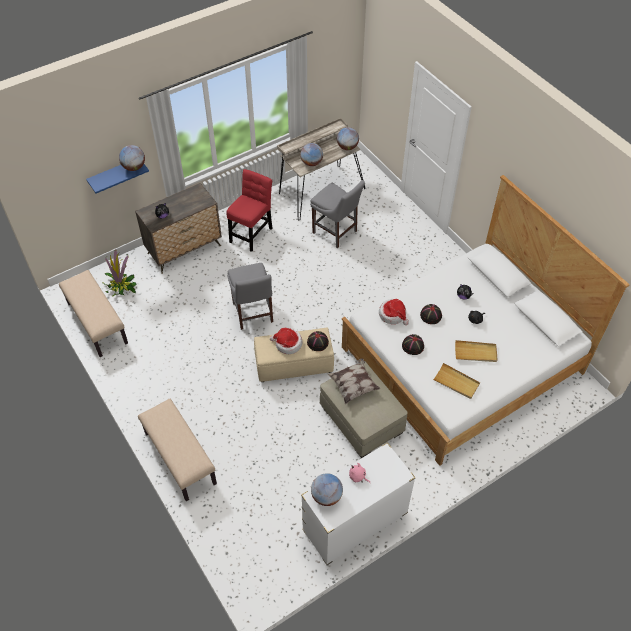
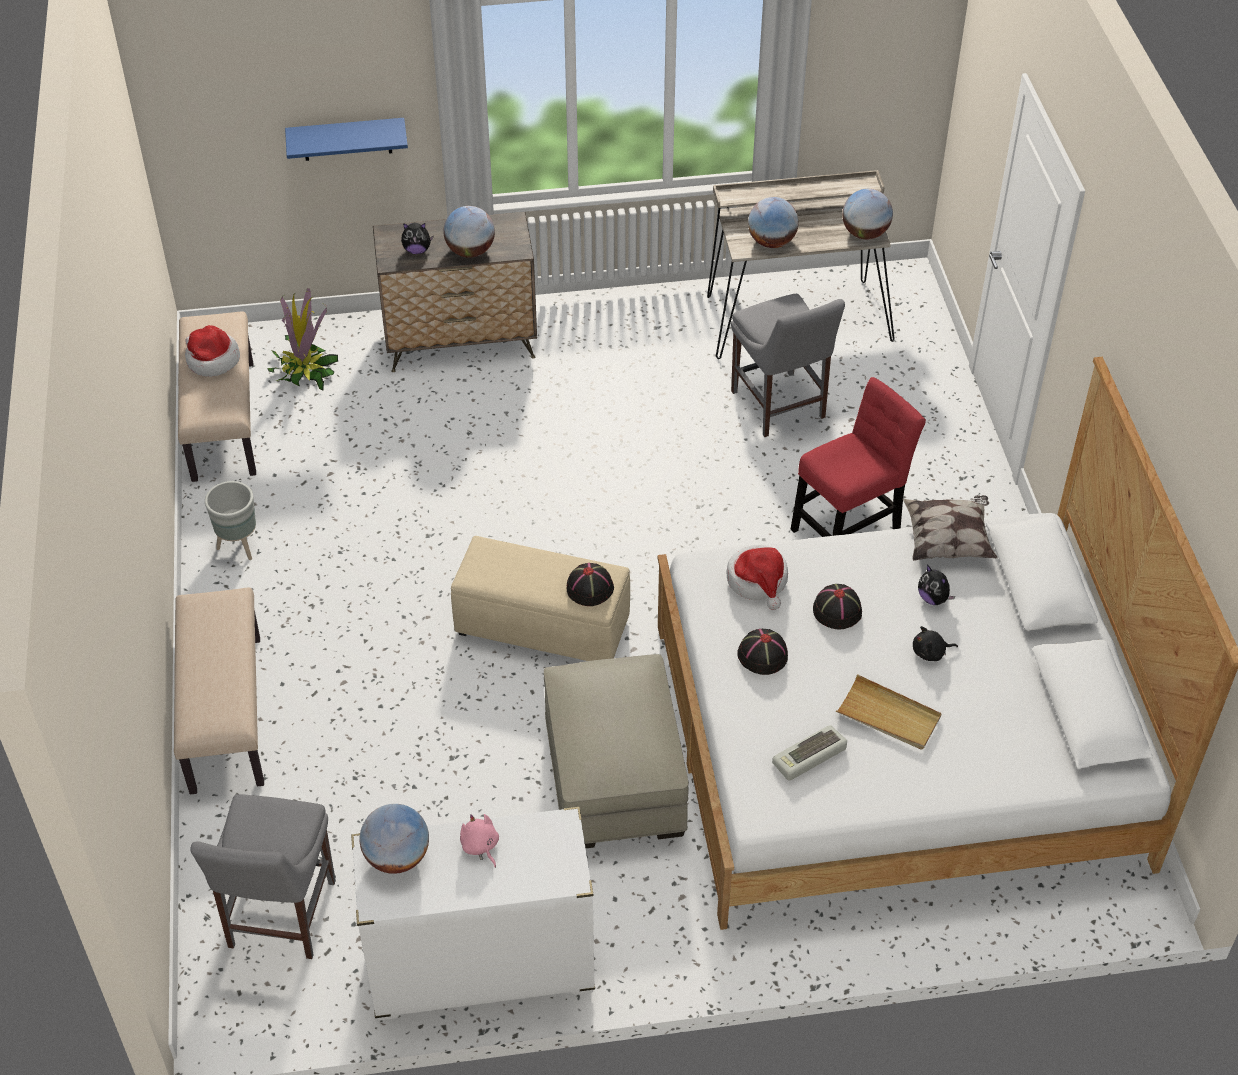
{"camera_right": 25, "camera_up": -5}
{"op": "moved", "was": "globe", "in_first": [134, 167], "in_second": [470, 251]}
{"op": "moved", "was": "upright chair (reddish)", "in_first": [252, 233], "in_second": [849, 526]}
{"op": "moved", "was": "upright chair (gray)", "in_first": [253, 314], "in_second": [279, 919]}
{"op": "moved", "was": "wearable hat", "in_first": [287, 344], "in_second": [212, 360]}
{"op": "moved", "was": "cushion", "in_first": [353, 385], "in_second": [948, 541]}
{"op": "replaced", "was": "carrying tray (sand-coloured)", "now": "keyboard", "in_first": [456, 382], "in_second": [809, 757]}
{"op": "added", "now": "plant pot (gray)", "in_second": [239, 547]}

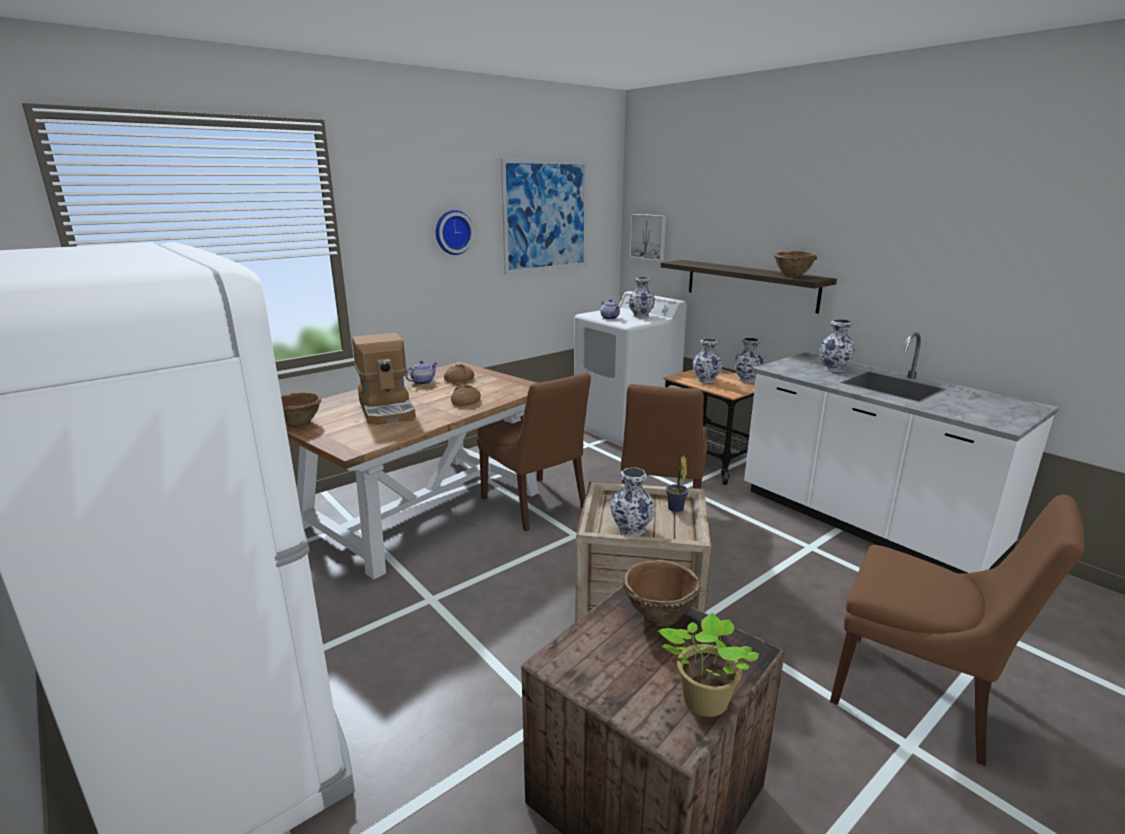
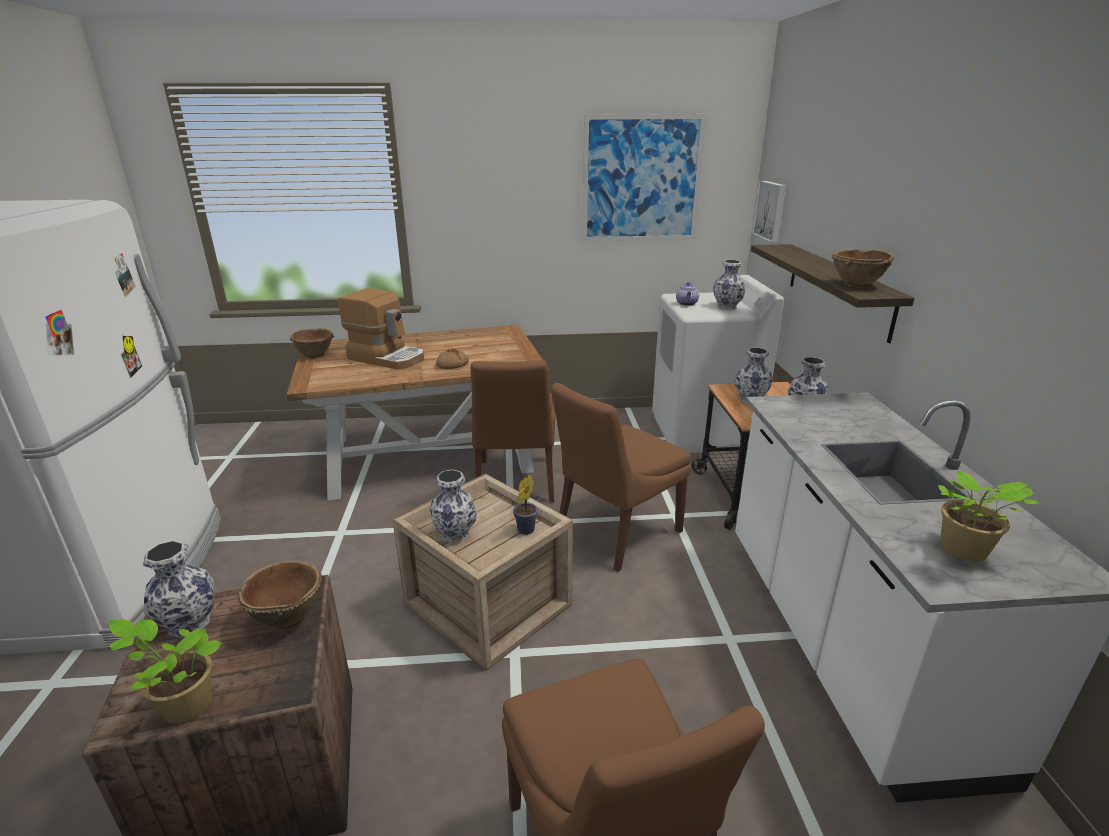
{"camera_right": 35, "camera_up": 5}
{"op": "turned", "was": "coffee machine", "in_first": [388, 409], "in_second": [387, 357], "clockwise": -75}
{"op": "removed", "was": "tea pot", "in_first": [423, 382]}
{"op": "removed", "was": "wall clock", "in_first": [452, 232]}
{"op": "removed", "was": "bread", "in_first": [459, 379]}
{"op": "moved", "was": "decorative vase", "in_first": [834, 369], "in_second": [189, 624]}
{"op": "added", "now": "potted plant", "in_second": [963, 551]}

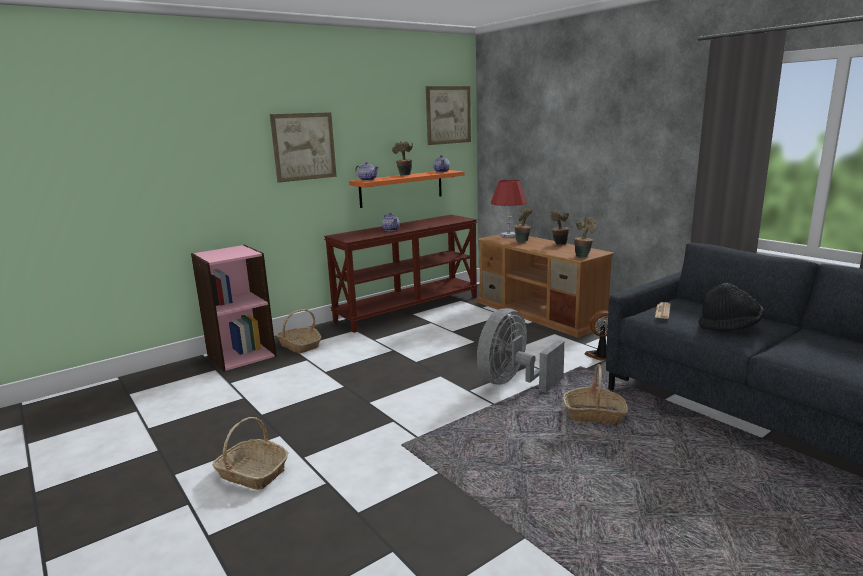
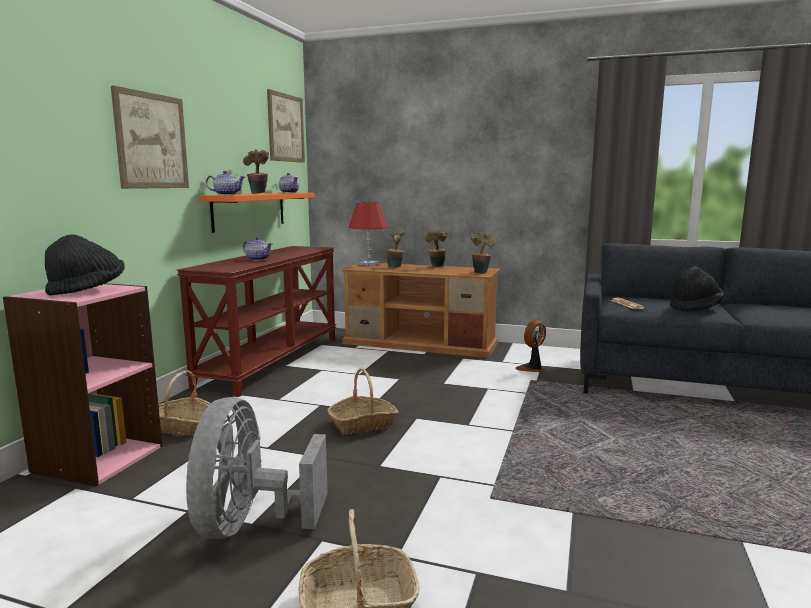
{"camera_right": -35, "camera_up": -5}
{"op": "moved", "was": "cooling fan (gray)", "in_first": [513, 382], "in_second": [250, 524]}
{"op": "moved", "was": "household basket", "in_first": [594, 414], "in_second": [363, 424]}
{"op": "added", "now": "wearable hat (black)", "in_second": [88, 291]}

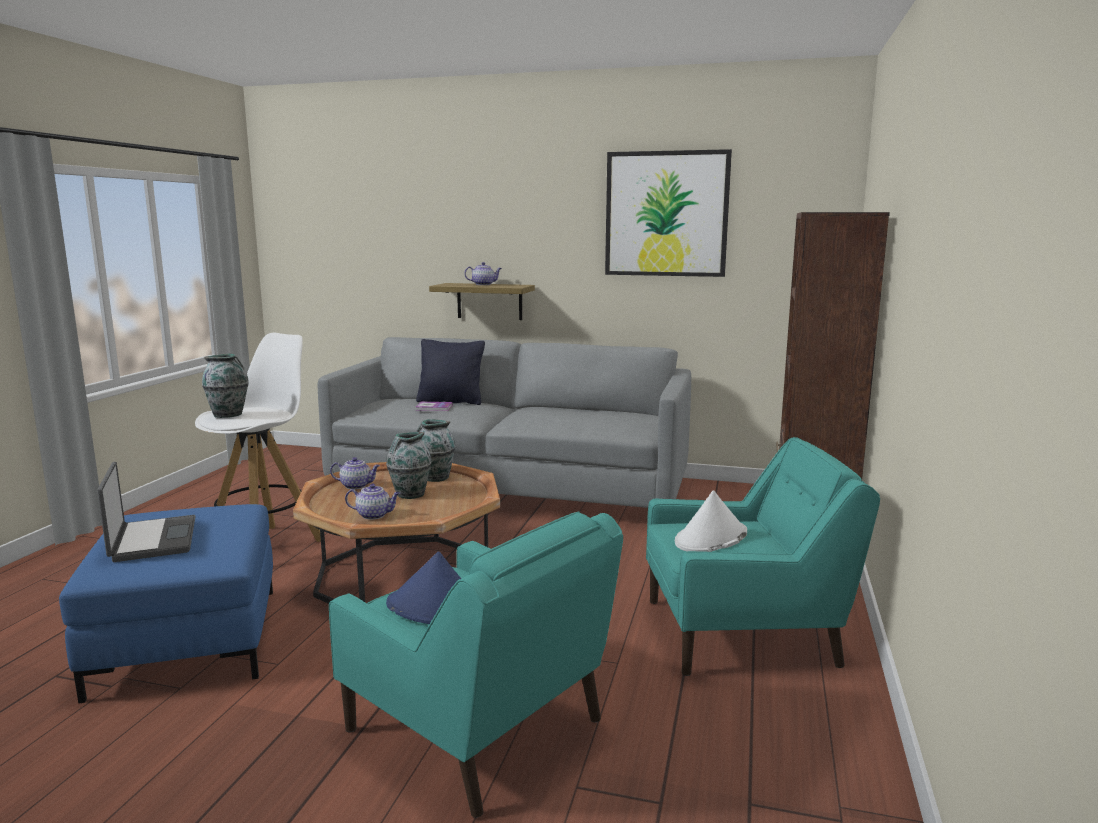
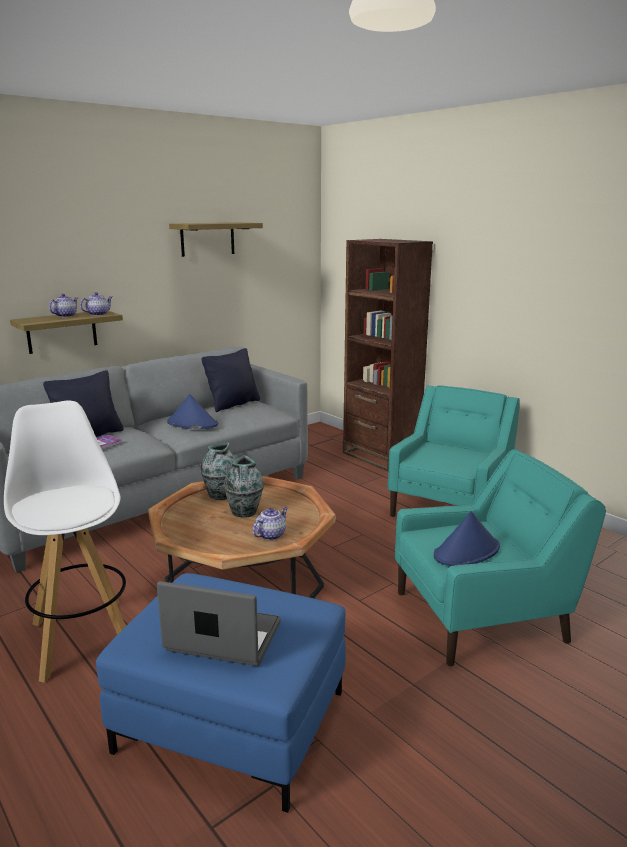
{"camera_right": -55, "camera_up": 5}
{"op": "removed", "was": "decorative vase", "in_first": [229, 415]}
{"op": "moved", "was": "tea pot", "in_first": [356, 486], "in_second": [98, 314]}
{"op": "replaced", "was": "wall picture", "now": "bracket shelf", "in_first": [666, 214], "in_second": [207, 239]}
{"op": "removed", "was": "wearable hat (white-coloured)", "in_first": [711, 538]}
{"op": "added", "now": "wearable hat (blue)", "in_second": [192, 423]}
{"op": "added", "now": "cushion (black)", "in_second": [233, 404]}

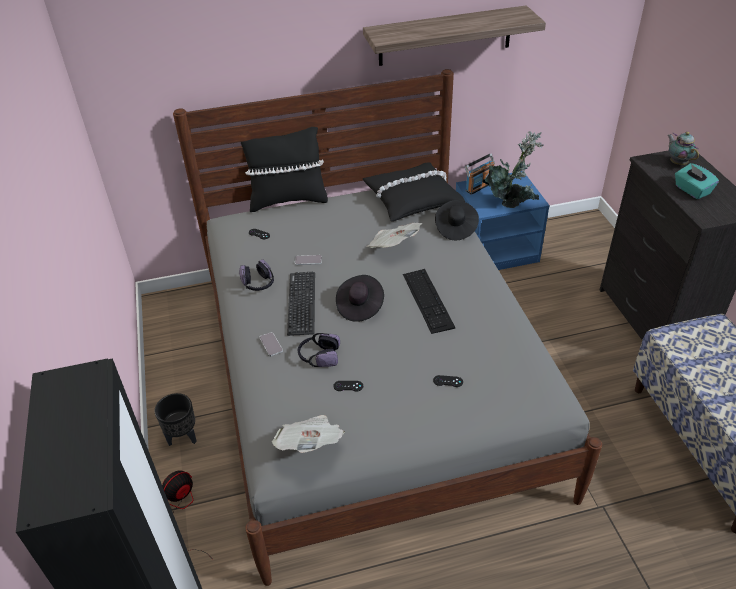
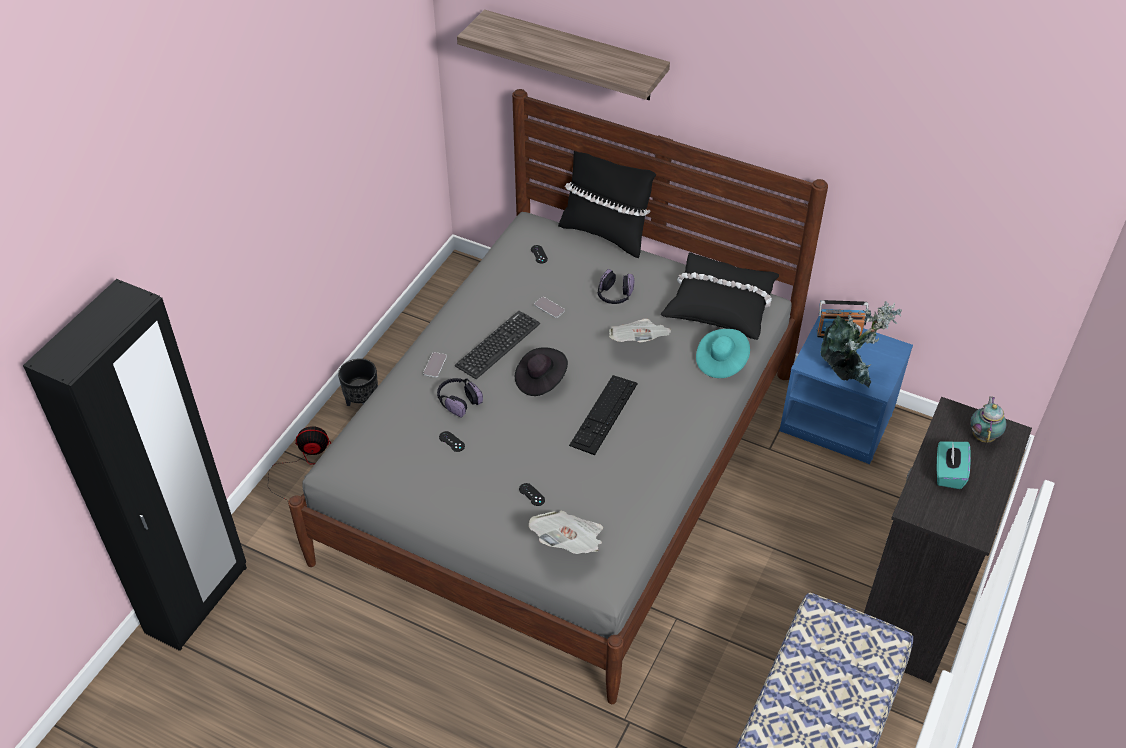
{"camera_right": 40, "camera_up": 5}
{"op": "moved", "was": "headset", "in_first": [258, 284], "in_second": [614, 295]}
{"op": "moved", "was": "daily paper", "in_first": [311, 445], "in_second": [569, 543]}
{"op": "moved", "was": "bracket shelf", "in_first": [445, 36], "in_second": [574, 56]}
{"op": "recoloured", "was": "wearable hat (black)", "now": "wearable hat (turquoise)", "in_first": [455, 228], "in_second": [721, 362]}

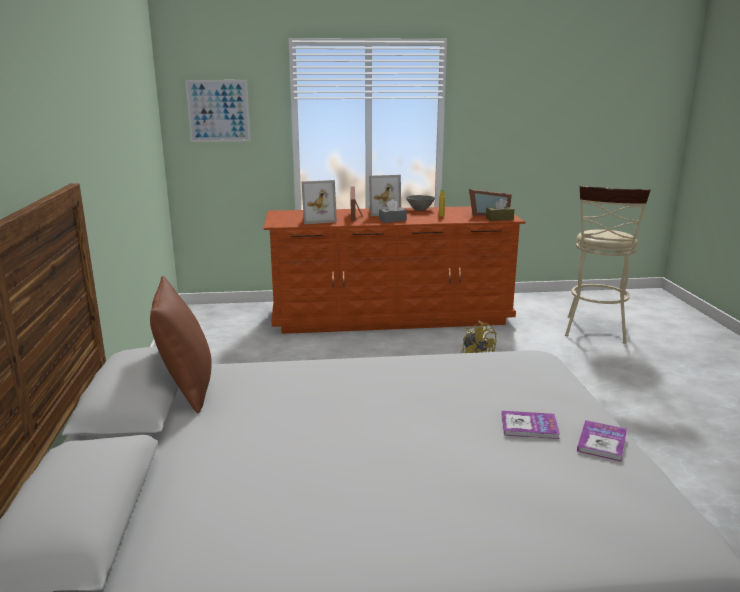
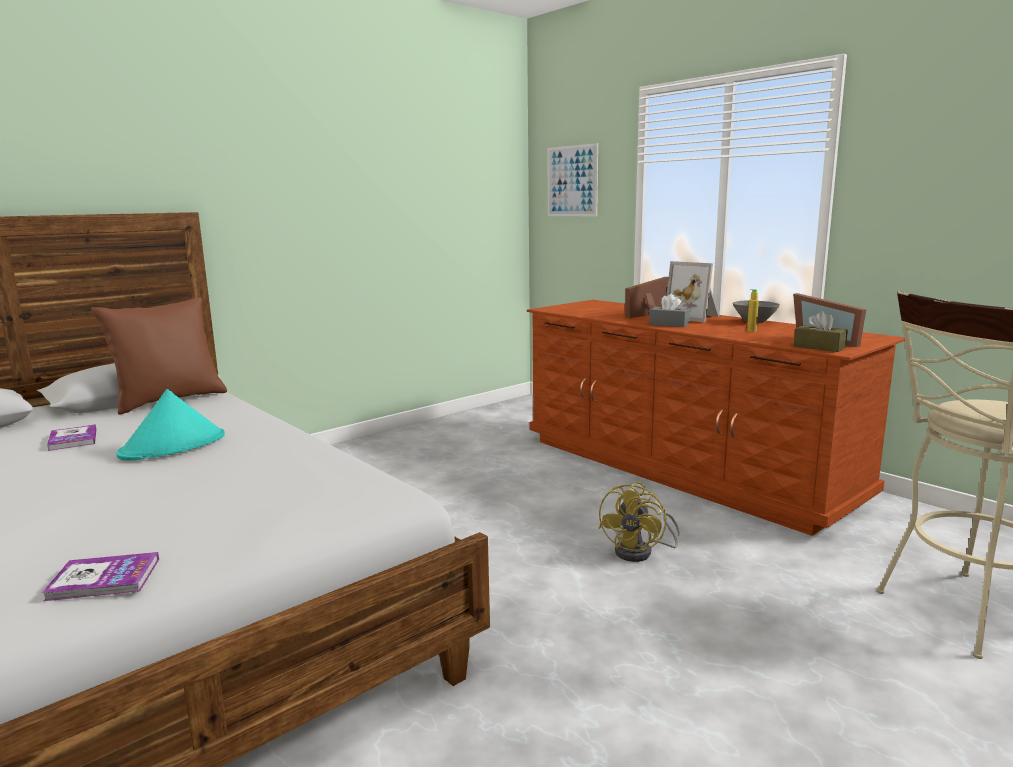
{"camera_right": 55, "camera_up": -5}
{"op": "removed", "was": "standing frame", "in_first": [317, 219]}
{"op": "moved", "was": "volume", "in_first": [529, 426], "in_second": [73, 439]}
{"op": "added", "now": "wearable hat (turquoise)", "in_second": [173, 446]}

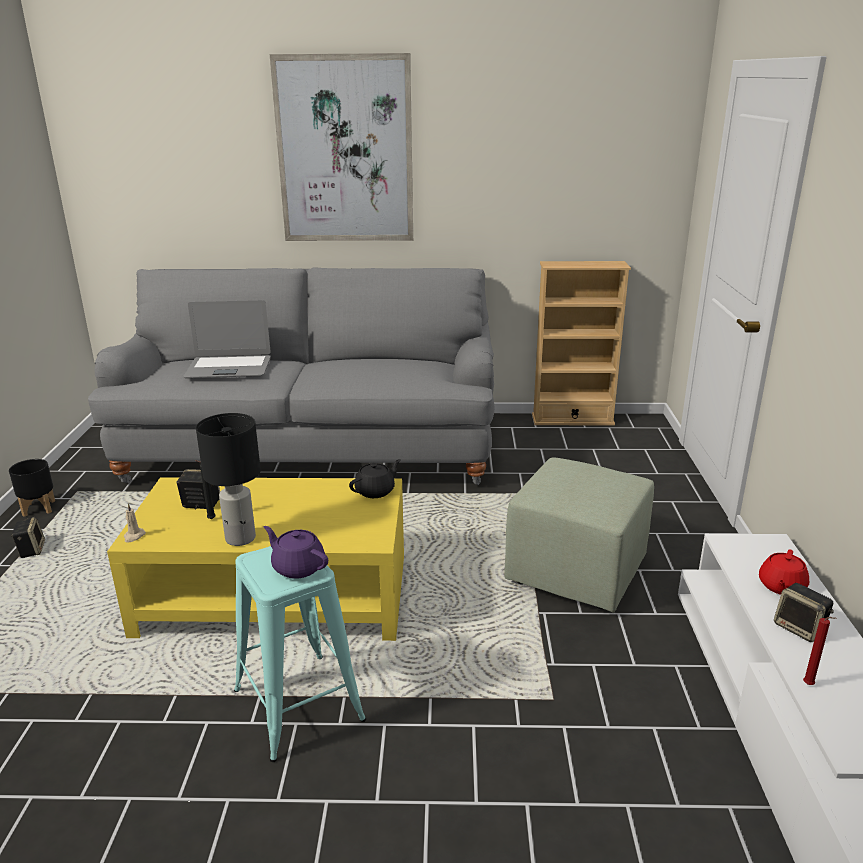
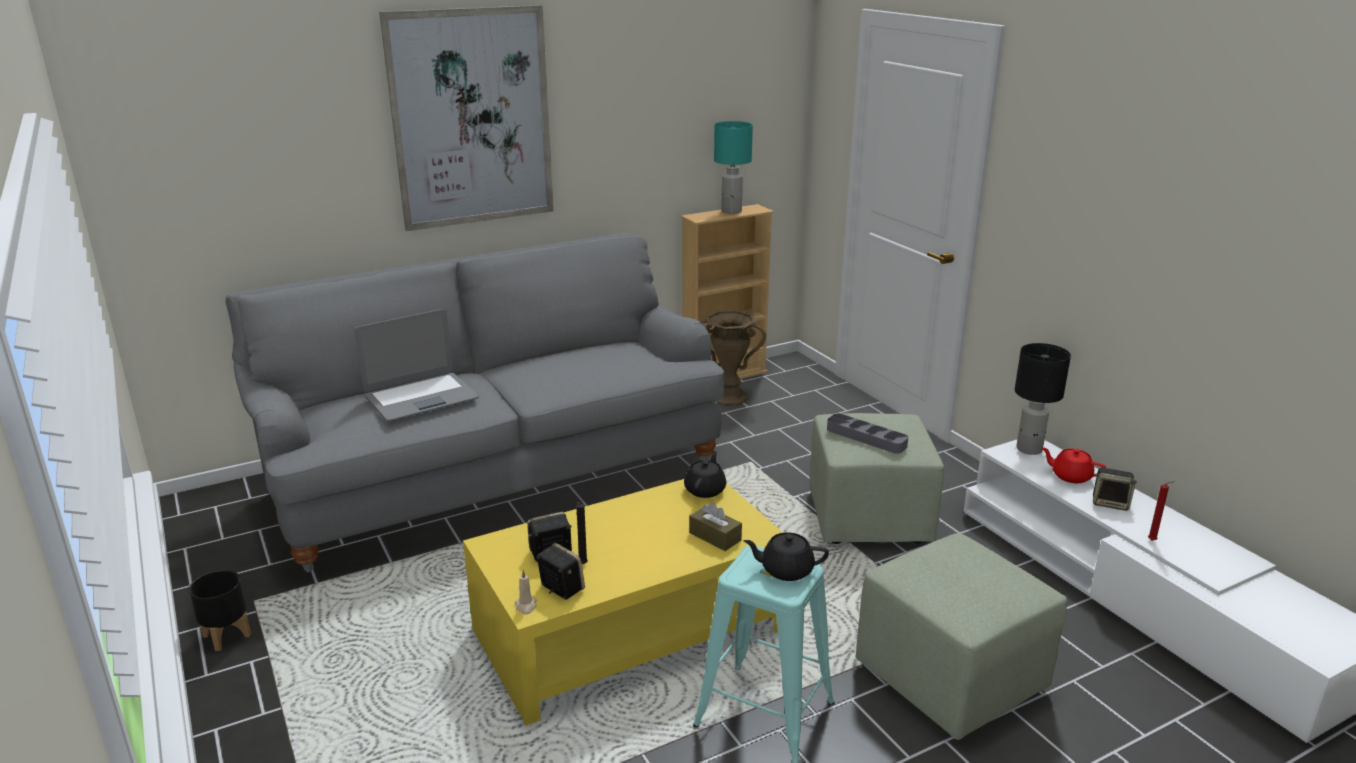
{"camera_right": -30, "camera_up": 0}
{"op": "moved", "was": "loudspeaker", "in_first": [31, 550], "in_second": [560, 588]}
{"op": "moved", "was": "lamp for a table (black)", "in_first": [241, 538], "in_second": [1029, 449]}
{"op": "recoloured", "was": "tea pot (purplish)", "now": "tea pot (black)", "in_first": [298, 567], "in_second": [786, 570]}
{"op": "turned", "was": "tea pot (reddish)", "in_first": [781, 586], "in_second": [1070, 476], "clockwise": 120}
{"op": "added", "now": "tissue holder (brown)", "in_second": [715, 536]}
{"op": "added", "now": "decorative vase (brown)", "in_second": [729, 397]}
{"op": "added", "now": "lamp for a table (turquoise)", "in_second": [732, 211]}
{"op": "added", "now": "carrying tray (gray)", "in_second": [866, 437]}
{"op": "added", "now": "ottoman (green-coloured)", "in_second": [948, 677]}

